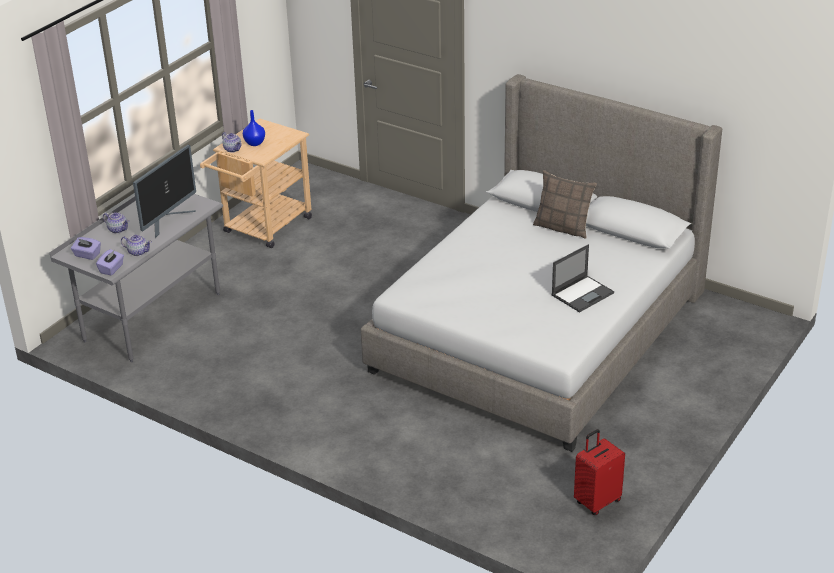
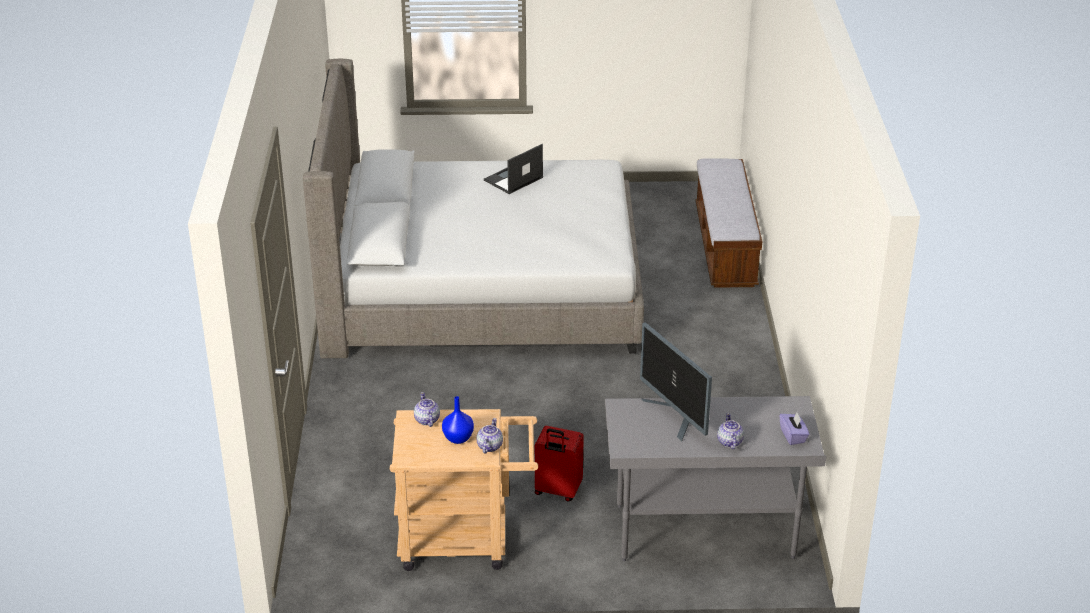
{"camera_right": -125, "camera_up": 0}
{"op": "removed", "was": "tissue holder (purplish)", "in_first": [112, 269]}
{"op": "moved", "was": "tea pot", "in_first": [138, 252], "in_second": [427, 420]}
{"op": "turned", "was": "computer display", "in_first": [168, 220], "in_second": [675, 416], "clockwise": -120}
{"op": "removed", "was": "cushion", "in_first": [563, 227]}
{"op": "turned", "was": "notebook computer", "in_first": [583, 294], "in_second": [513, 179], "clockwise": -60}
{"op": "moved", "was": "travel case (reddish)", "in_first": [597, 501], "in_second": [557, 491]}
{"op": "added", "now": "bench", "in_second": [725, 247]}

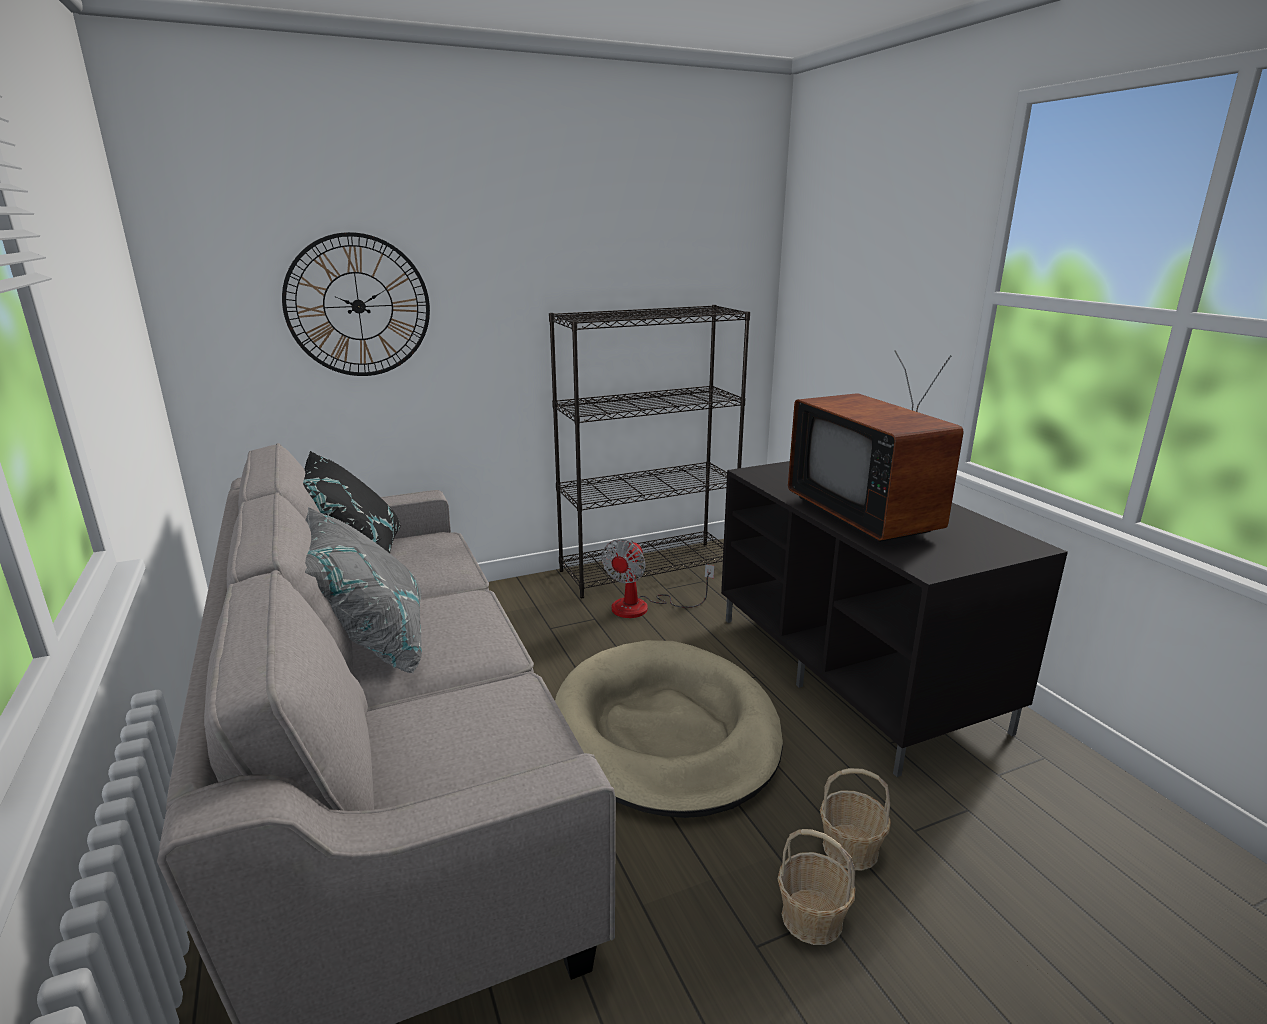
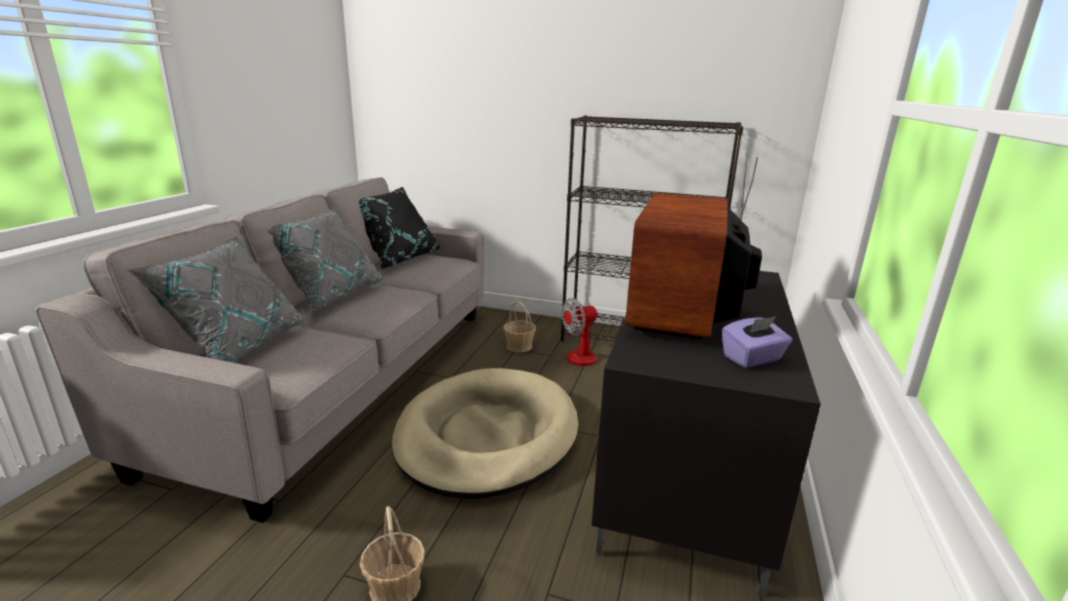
{"camera_right": 40, "camera_up": 0}
{"op": "removed", "was": "wall clock", "in_first": [358, 306]}
{"op": "moved", "was": "household basket", "in_first": [850, 849], "in_second": [519, 346]}
{"op": "added", "now": "cushion (gray)", "in_second": [237, 345]}
{"op": "added", "now": "tissue holder (purplish)", "in_second": [752, 358]}

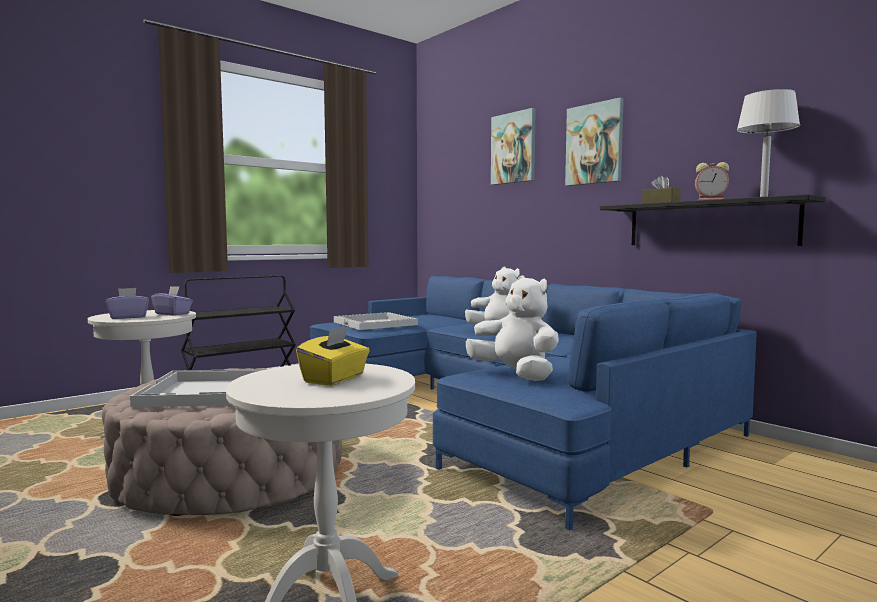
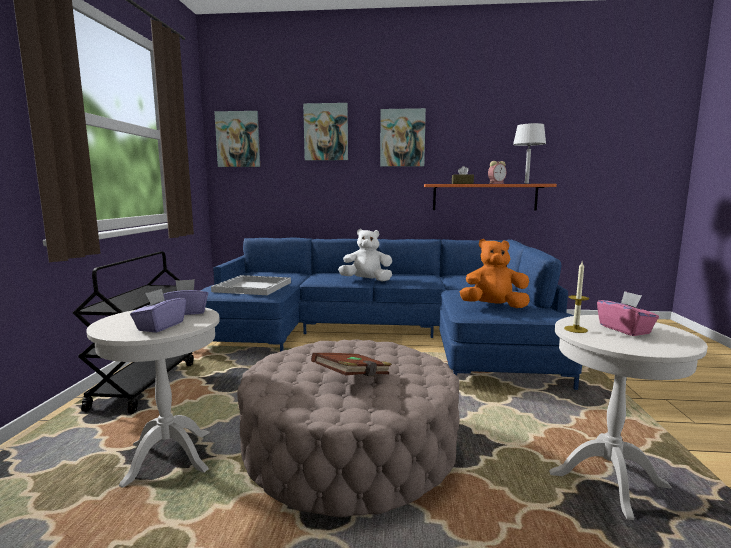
{"camera_right": -45, "camera_up": 5}
{"op": "replaced", "was": "carrying tray (white-coloured)", "now": "volume (brown)", "in_first": [208, 391], "in_second": [353, 378]}
{"op": "recoloured", "was": "tissue holder (yellowish)", "now": "tissue holder (pinkish)", "in_first": [335, 379], "in_second": [625, 329]}
{"op": "recoloured", "was": "plush toy (white-coloured)", "now": "plush toy (orange)", "in_first": [515, 375], "in_second": [493, 307]}
{"op": "recoloured", "was": "bracket shelf (black)", "now": "bracket shelf (orange)", "in_first": [708, 224], "in_second": [484, 197]}
{"op": "added", "now": "wall picture", "in_second": [238, 139]}
{"op": "added", "now": "wax light", "in_second": [575, 329]}

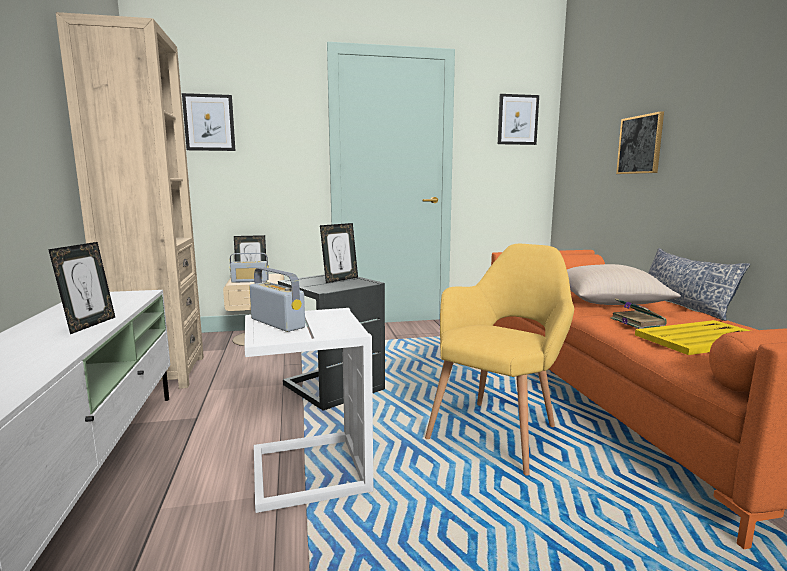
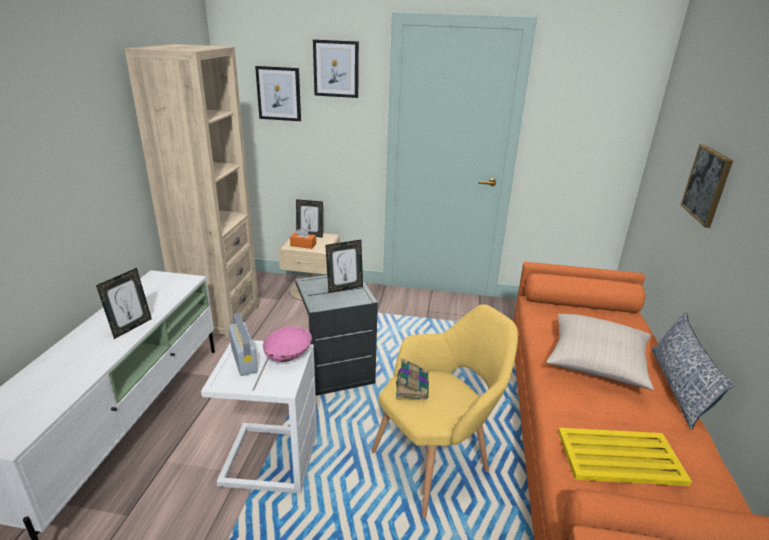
{"camera_right": 20, "camera_up": 15}
{"op": "replaced", "was": "radio receiver", "now": "tissue holder (orange)", "in_first": [250, 281], "in_second": [303, 245]}
{"op": "moved", "was": "wall picture", "in_first": [517, 119], "in_second": [336, 69]}
{"op": "moved", "was": "volume", "in_first": [636, 322], "in_second": [412, 385]}
{"op": "added", "now": "serving bowl (pinkish)", "in_second": [288, 356]}

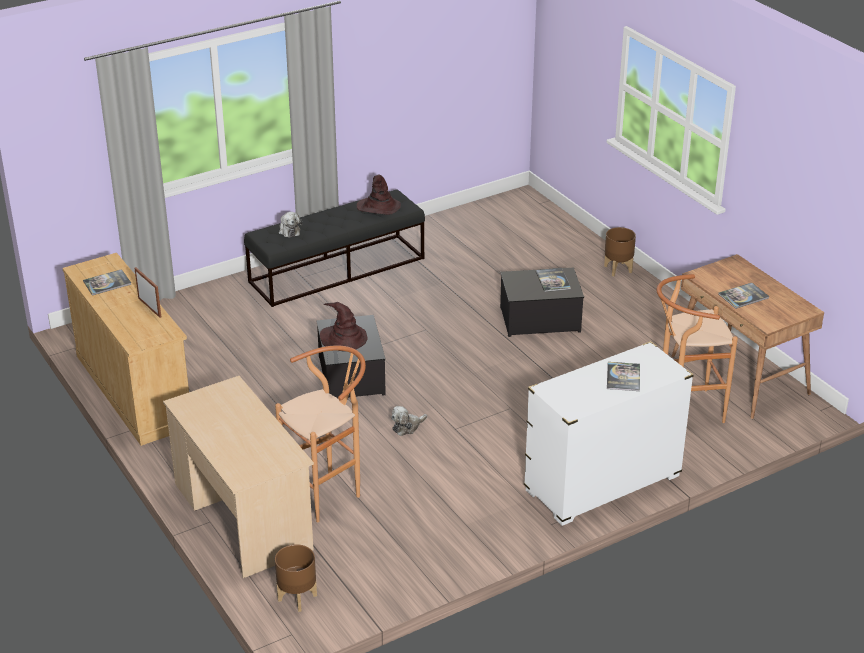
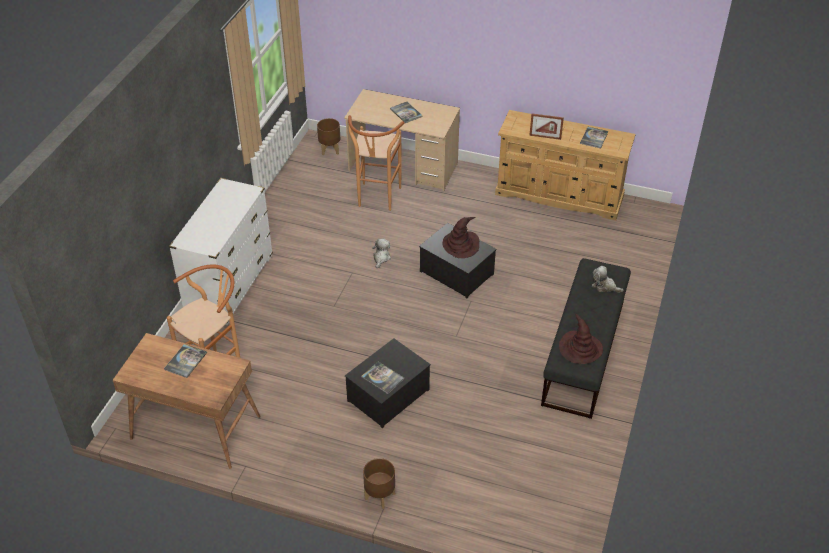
{"camera_right": 140, "camera_up": 10}
{"op": "moved", "was": "volume", "in_first": [623, 377], "in_second": [406, 113]}

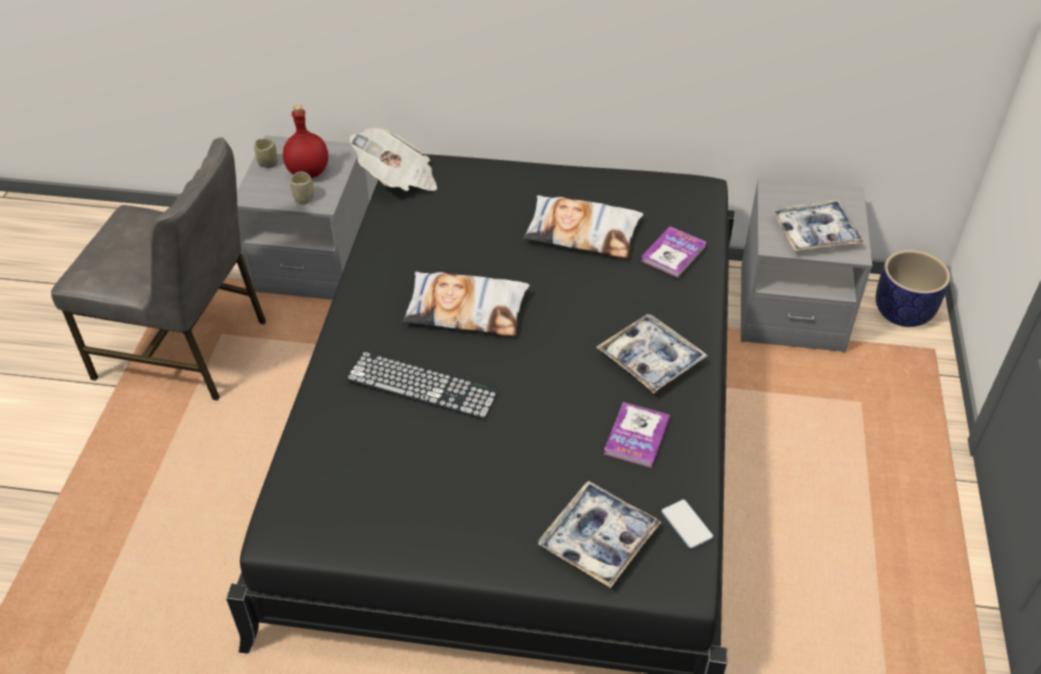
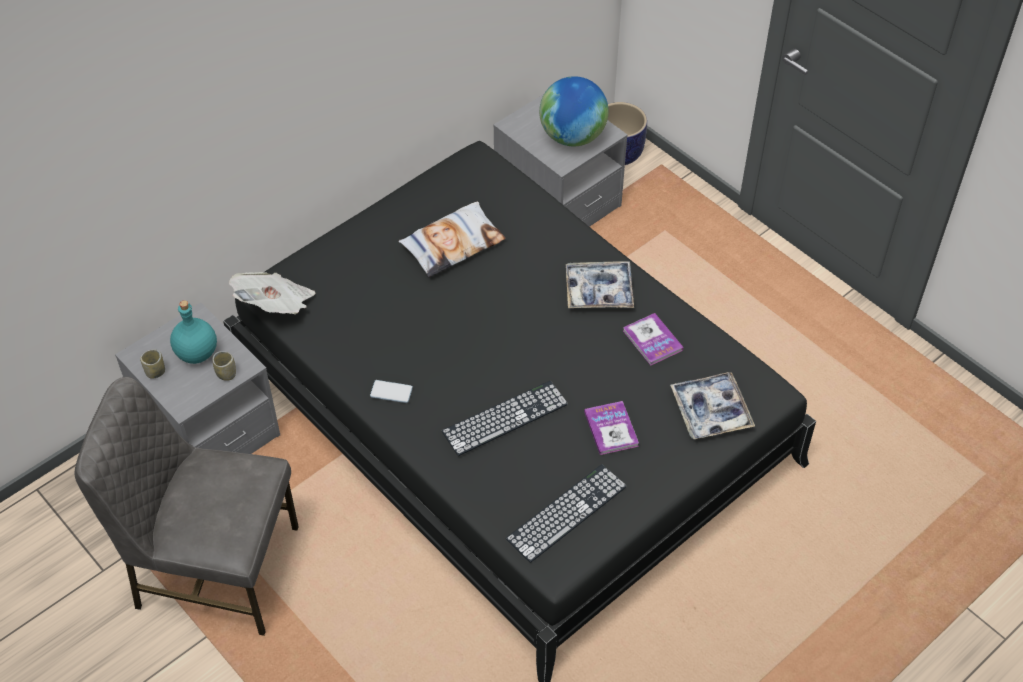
{"camera_right": -50, "camera_up": 5}
{"op": "turned", "was": "upright chair (gray)", "in_first": [184, 349], "in_second": [214, 568], "clockwise": -135}
{"op": "recoloured", "was": "drink bottle (reddish)", "now": "drink bottle (turquoise)", "in_first": [309, 172], "in_second": [197, 353]}
{"op": "removed", "was": "cushion", "in_first": [466, 309]}
{"op": "moved", "was": "volume", "in_first": [673, 253], "in_second": [611, 429]}
{"op": "moved", "was": "telephone", "in_first": [686, 524], "in_second": [391, 392]}
{"op": "replaced", "was": "carrying tray", "now": "globe", "in_first": [815, 233], "in_second": [573, 137]}
{"op": "added", "now": "keyboard", "in_second": [566, 512]}

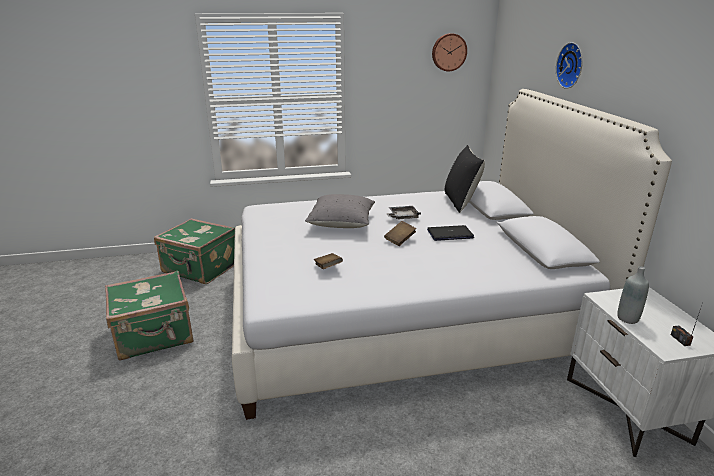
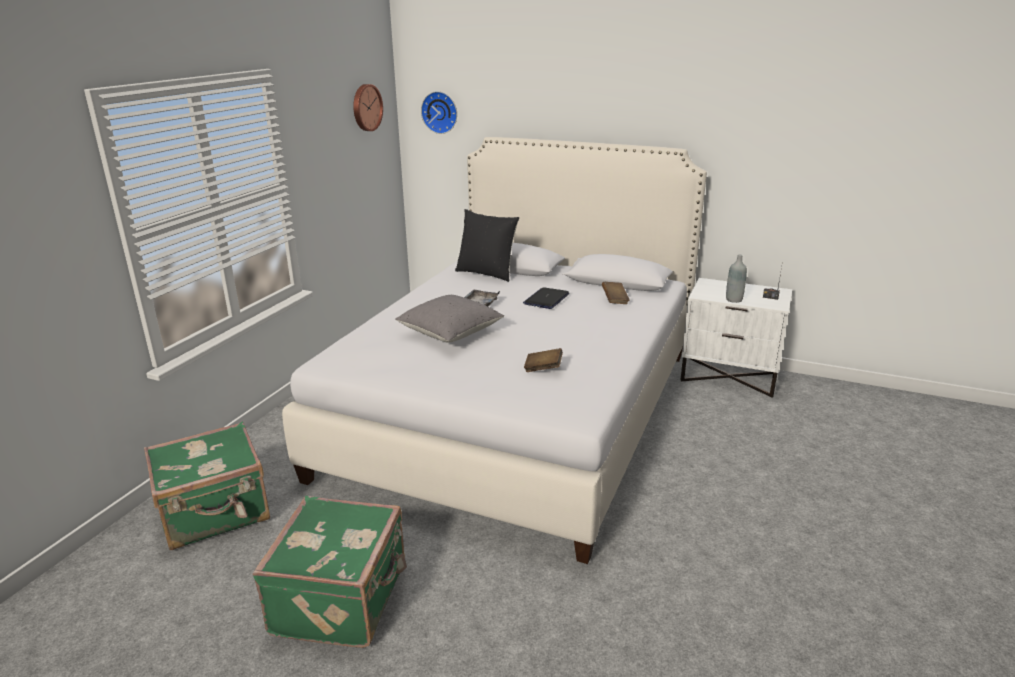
{"camera_right": -55, "camera_up": 0}
{"op": "moved", "was": "volume (brown)", "in_first": [400, 240], "in_second": [615, 300]}
{"op": "moved", "was": "wall clock", "in_first": [572, 65], "in_second": [440, 112]}

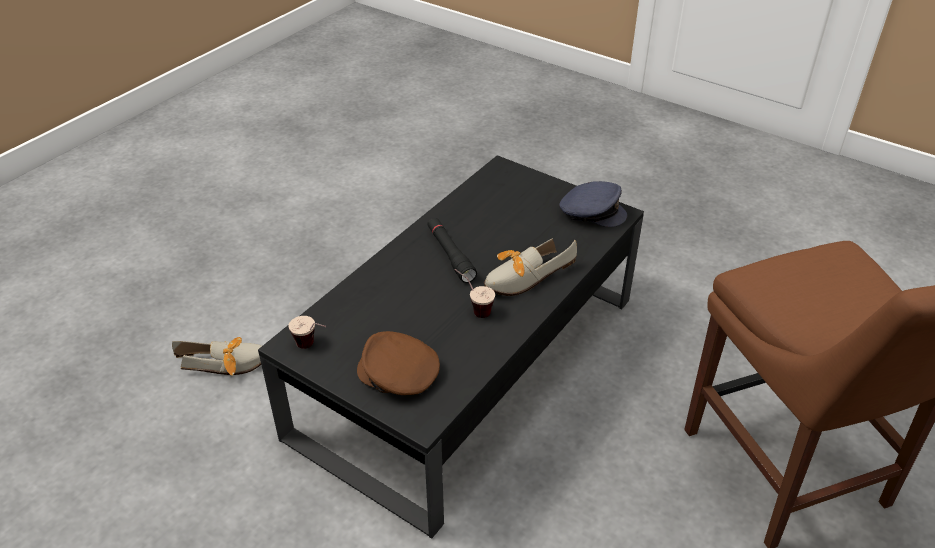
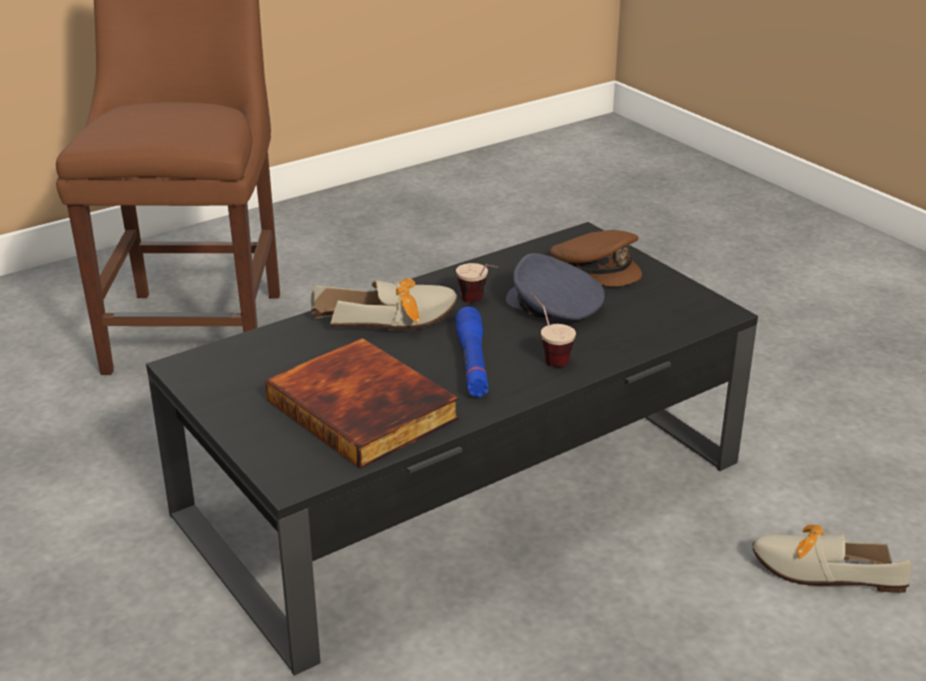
{"camera_right": -160, "camera_up": -10}
{"op": "moved", "was": "drinking cup", "in_first": [312, 347], "in_second": [548, 355]}
{"op": "recoloured", "was": "hand torch (black)", "now": "hand torch (blue)", "in_first": [450, 255], "in_second": [472, 363]}
{"op": "moved", "was": "baseball cap (gray)", "in_first": [592, 211], "in_second": [553, 307]}
{"op": "added", "now": "volume", "in_second": [365, 409]}

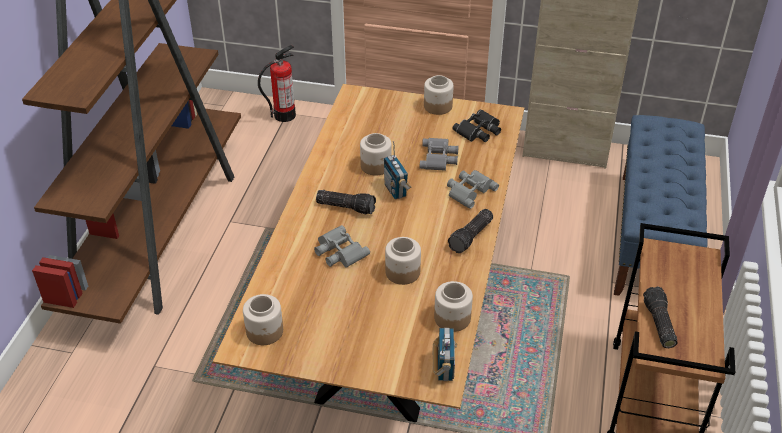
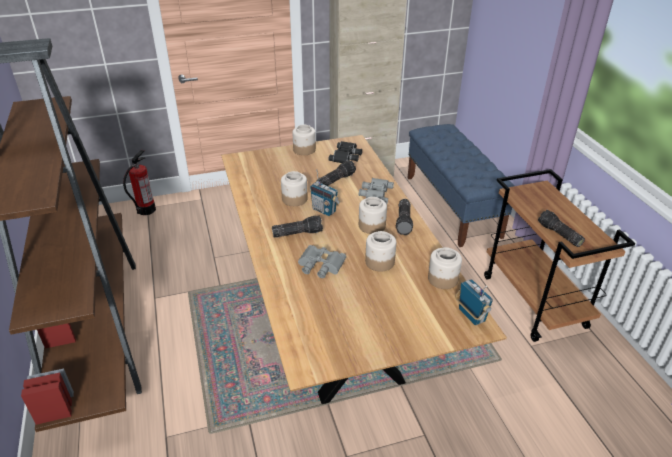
{"camera_right": -30, "camera_up": -5}
{"op": "moved", "was": "jar", "in_first": [265, 331], "in_second": [372, 226]}
{"op": "replaced", "was": "binoculars (gray)", "now": "hand torch", "in_first": [439, 158], "in_second": [335, 180]}

